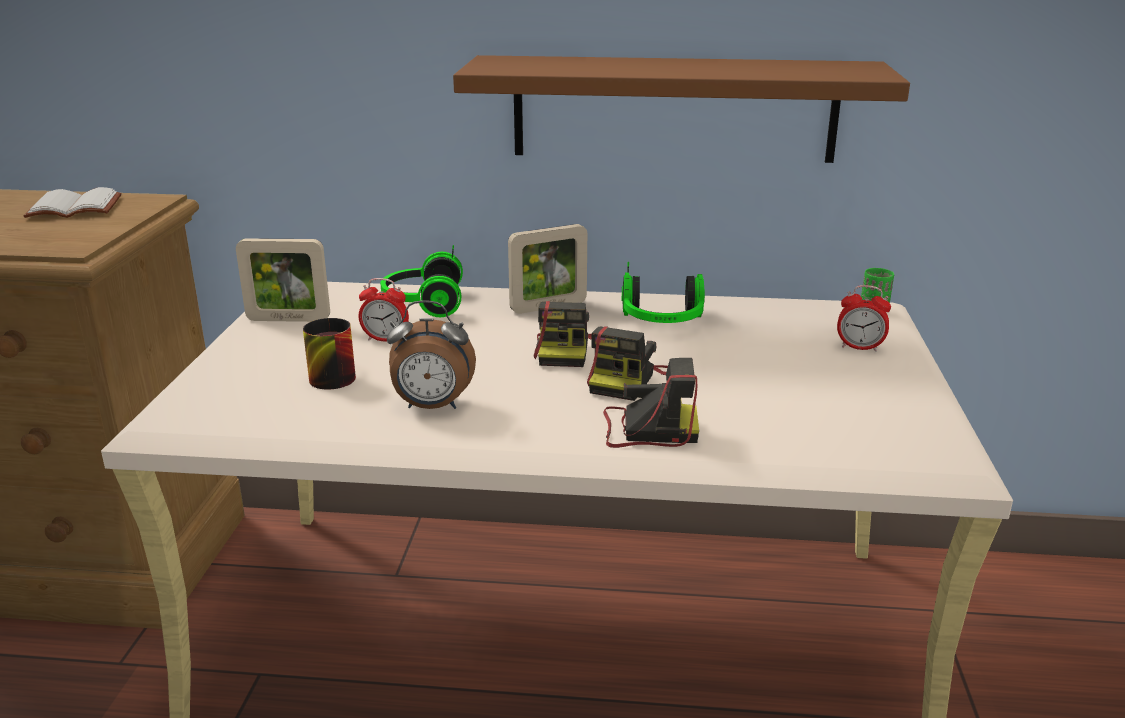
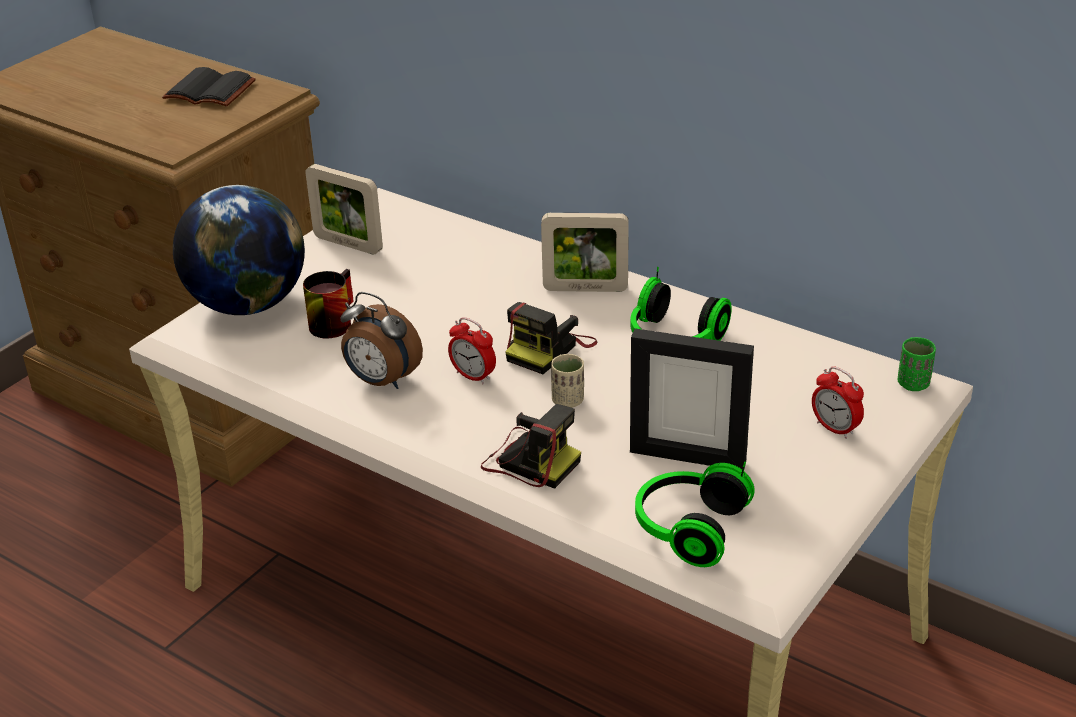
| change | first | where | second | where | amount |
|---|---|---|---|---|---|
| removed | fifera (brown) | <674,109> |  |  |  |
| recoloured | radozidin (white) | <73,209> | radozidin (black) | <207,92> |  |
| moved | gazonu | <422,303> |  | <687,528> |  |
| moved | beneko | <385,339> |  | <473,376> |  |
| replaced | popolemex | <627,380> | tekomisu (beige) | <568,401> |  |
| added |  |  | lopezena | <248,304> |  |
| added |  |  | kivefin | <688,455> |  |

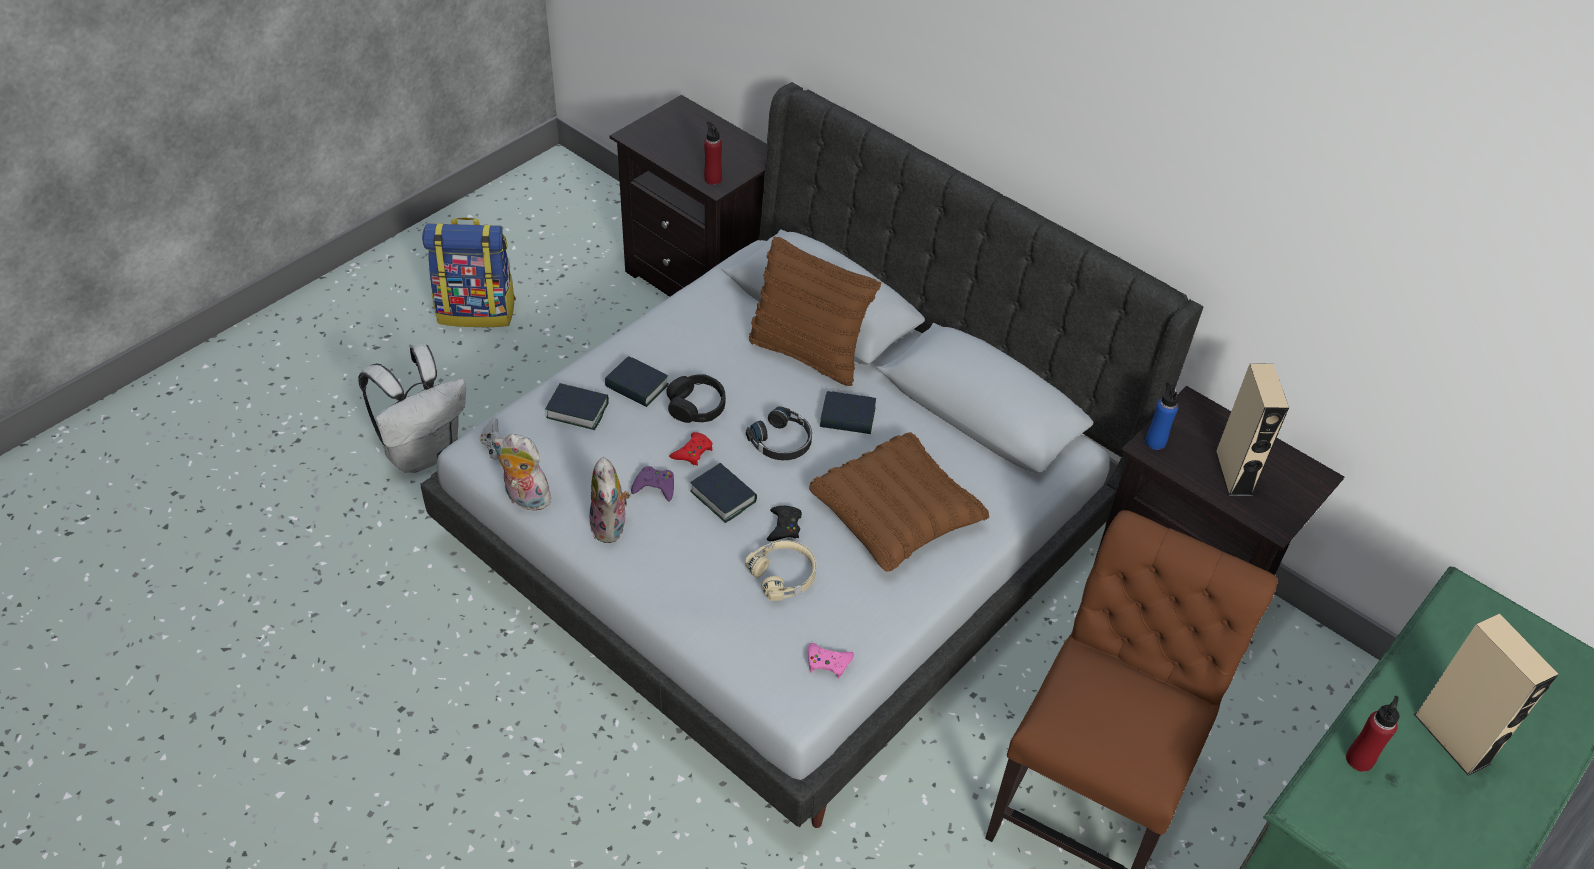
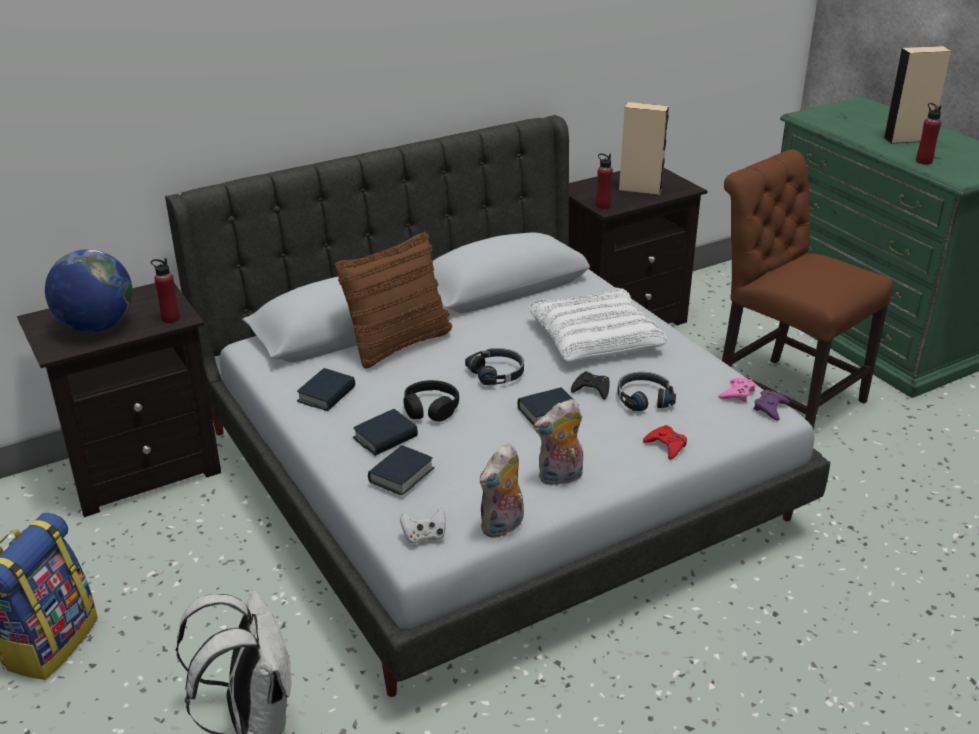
| change | first | where | second | where | amount |
|---|---|---|---|---|---|
| recoloured | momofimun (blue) | <1155,442> | momofimun (red) | <603,206> |  |
| moved | radozidin | <847,418> |  | <327,395> |  |
| moved | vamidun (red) | <692,452> |  | <666,445> |  |
| recoloured | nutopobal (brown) | <896,512> | nutopobal (white) | <595,338> |  |
| turned | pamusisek | <611,527> |  | <560,478> | 150 degrees clockwise |
| moved | vamidun (purple) | <655,486> |  | <770,408> |  |
| recoloured | gazonu (beige) | <783,574> | gazonu (black) | <643,398> |  |
| added |  |  | lopezena | <96,326> |  |

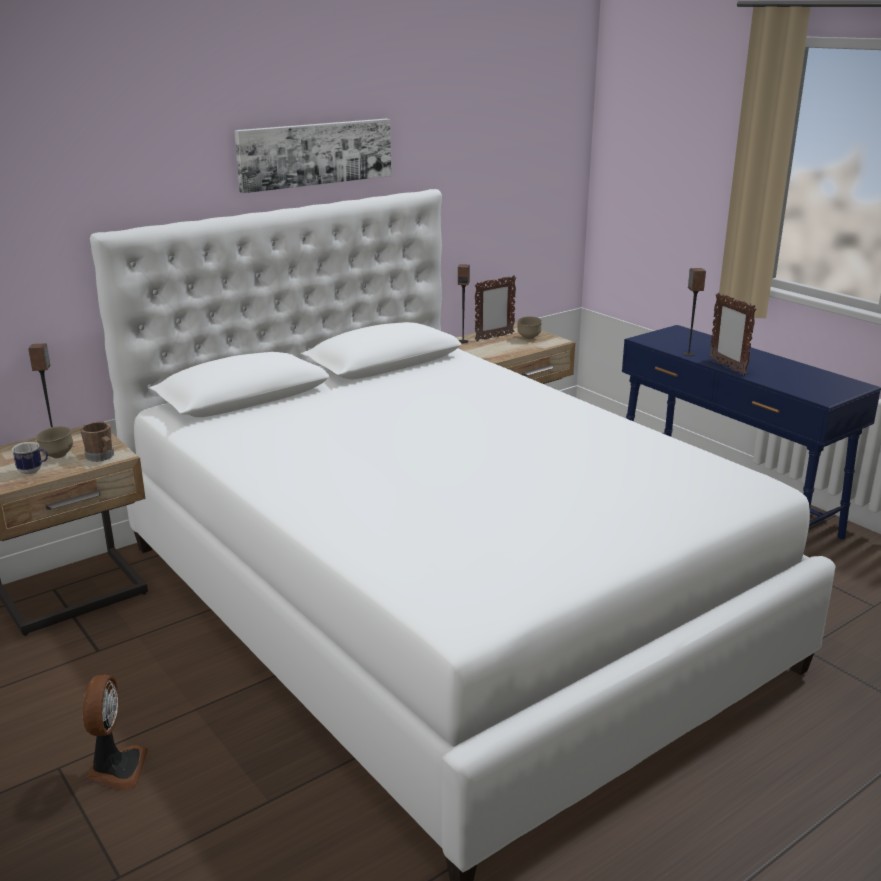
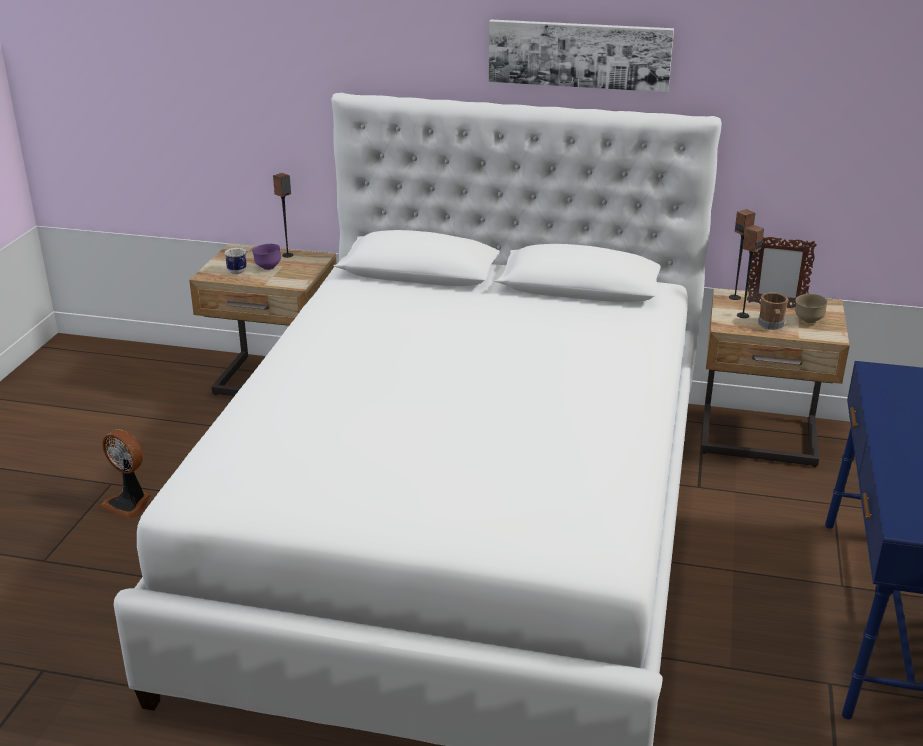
| change | first | where | second | where | amount |
|---|---|---|---|---|---|
| moved | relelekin | <688,354> |  | <742,315> |  |
| removed | kivefin | <727,367> |  |  |  |
| moved | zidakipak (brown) | <101,457> |  | <771,325> |  |
| recoloured | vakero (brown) | <57,456> | vakero (purple) | <268,268> |  |
| turned | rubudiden | <116,768> |  | <129,503> | 75 degrees clockwise |

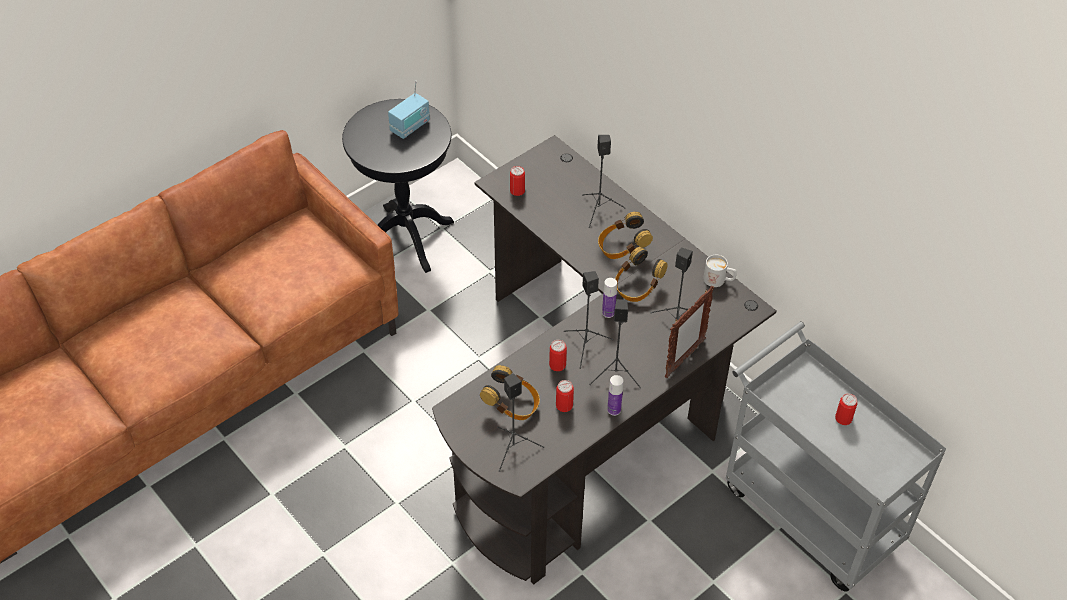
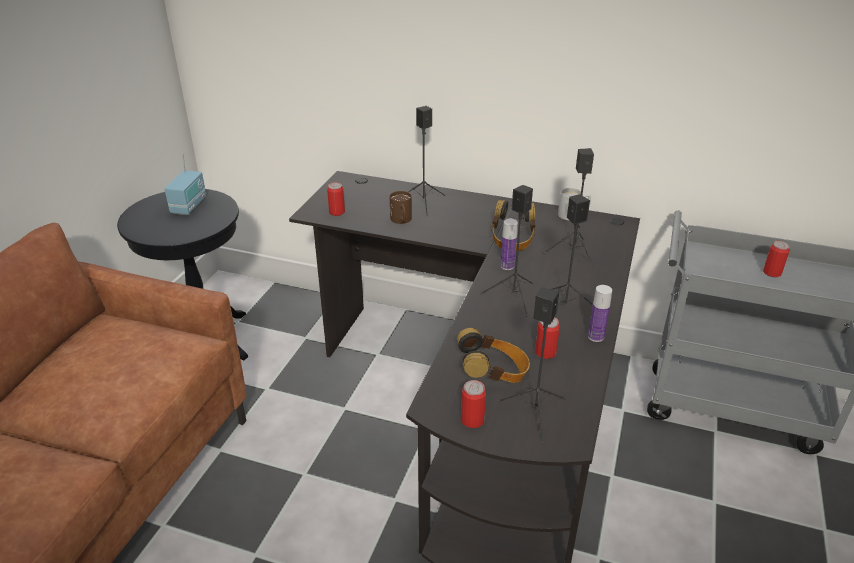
| change | first | where | second | where | amount |
|---|---|---|---|---|---|
| removed | gazonu | <622,248> |  |  |  |
| removed | kivefin | <684,359> |  |  |  |
| moved | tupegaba | <557,365> |  | <472,420> |  |
| added |  |  | zidakipak (brown) | <402,221> |  |

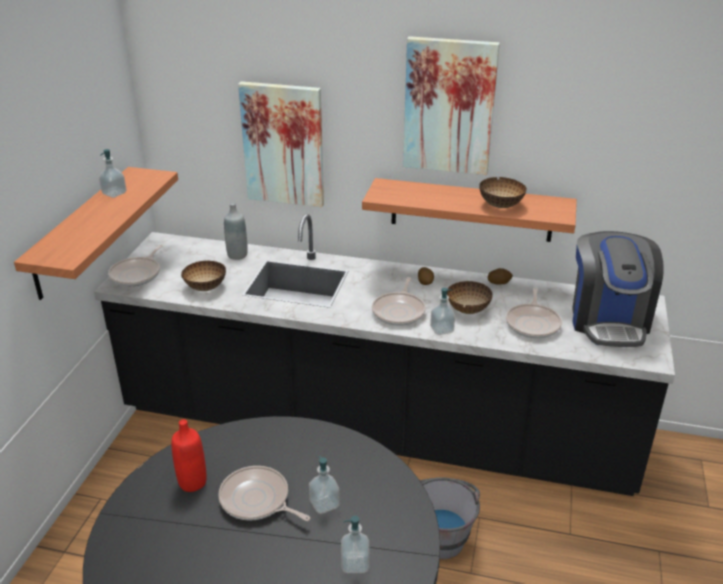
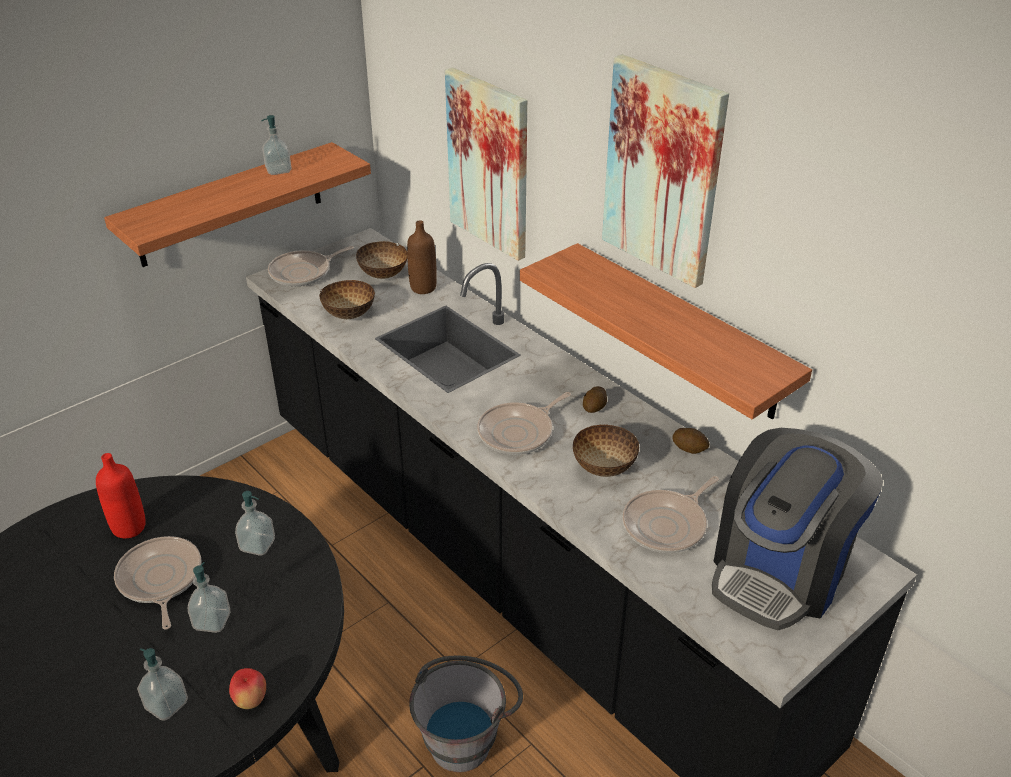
| change | first | where | second | where | amount |
|---|---|---|---|---|---|
| moved | vakero | <501,206> |  | <383,275> |  |
| recoloured | momofimun (grey) | <237,255> | momofimun (brown) | <423,288> |  |
| moved | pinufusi | <441,329> |  | <257,545> |  |
| added |  |  | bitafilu | <251,701> |  |

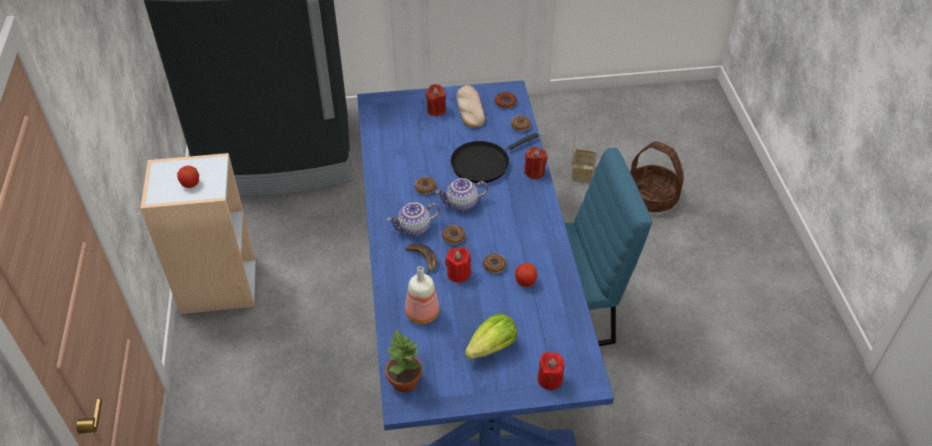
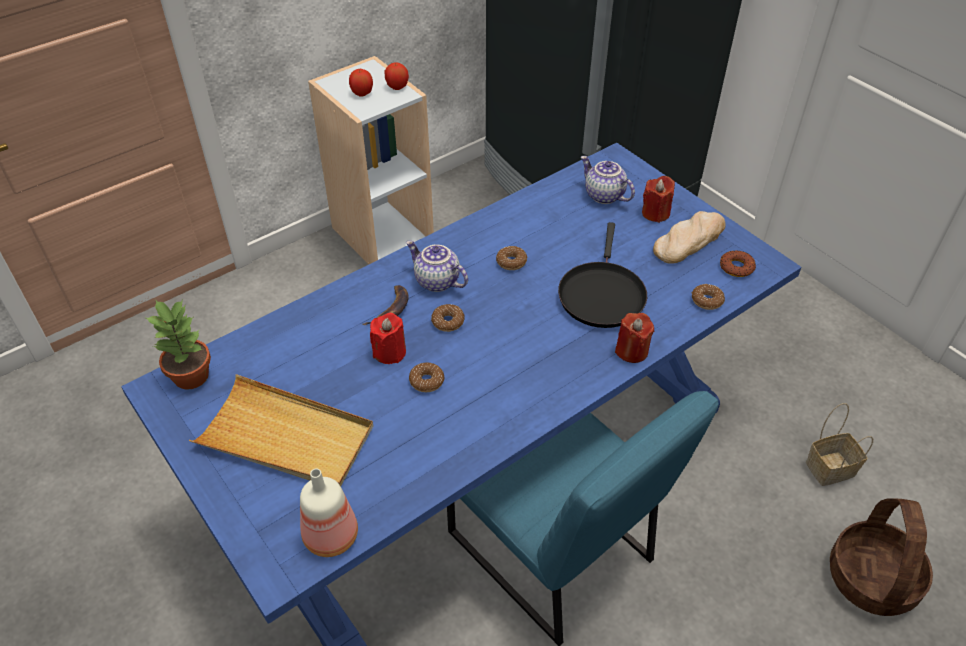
| change | first | where | second | where | amount |
|---|---|---|---|---|---|
| turned | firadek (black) | <483,163> |  | <601,294> | 105 degrees counterclockwise |
| moved | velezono | <461,204> |  | <603,196> |  |
| moved | bitafilu | <525,282> |  | <397,87> |  |
| moved | momofimun | <421,314> |  | <329,535> |  |
| replaced | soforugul | <492,347> | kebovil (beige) | <286,437> |  |
| removed | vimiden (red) | <549,379> |  |  |  |

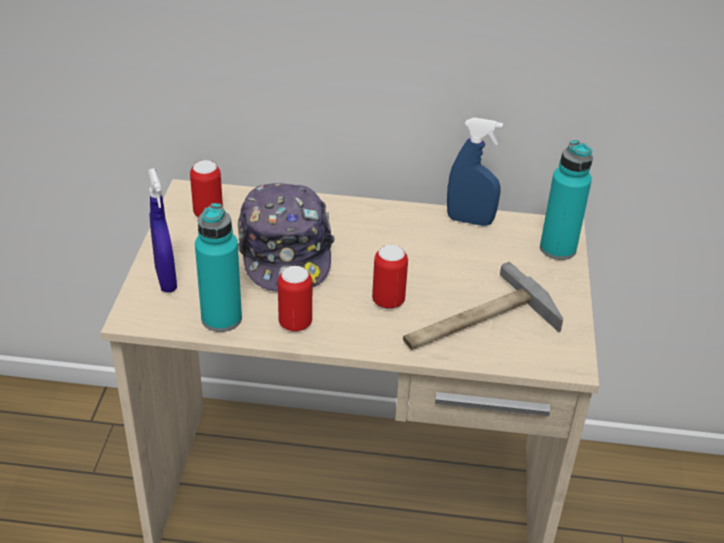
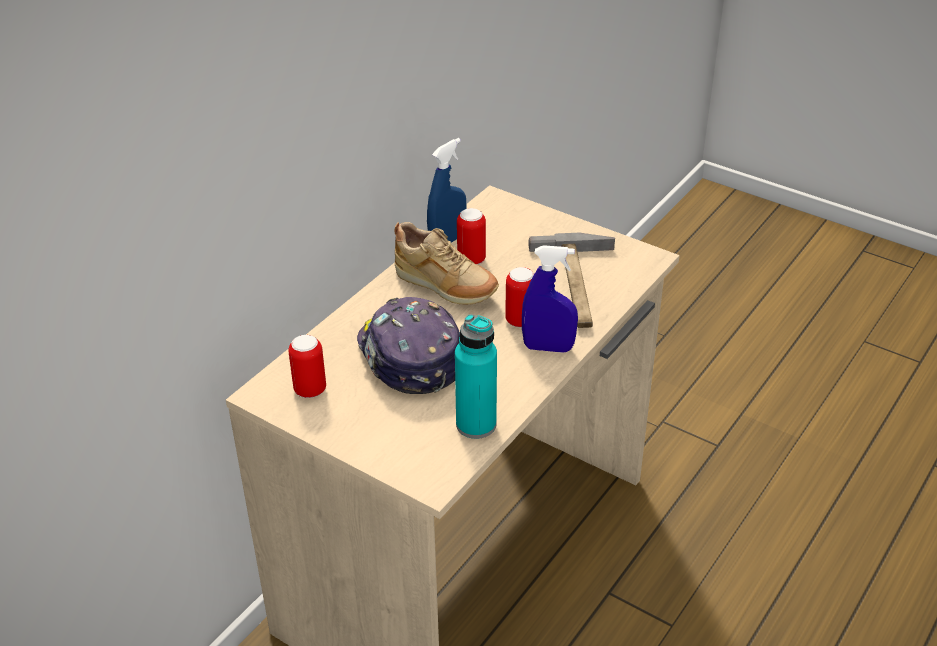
| change | first | where | second | where | amount |
|---|---|---|---|---|---|
| removed | momofimun (turquoise) | <557,249> |  |  |  |
| moved | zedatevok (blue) | <166,280> |  | <548,347> |  |
| turned | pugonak | <286,252> |  | <409,357> | 135 degrees counterclockwise |
| moved | tupegaba | <295,323> |  | <471,260> |  |
| added |  |  | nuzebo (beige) | <445,288> |  |

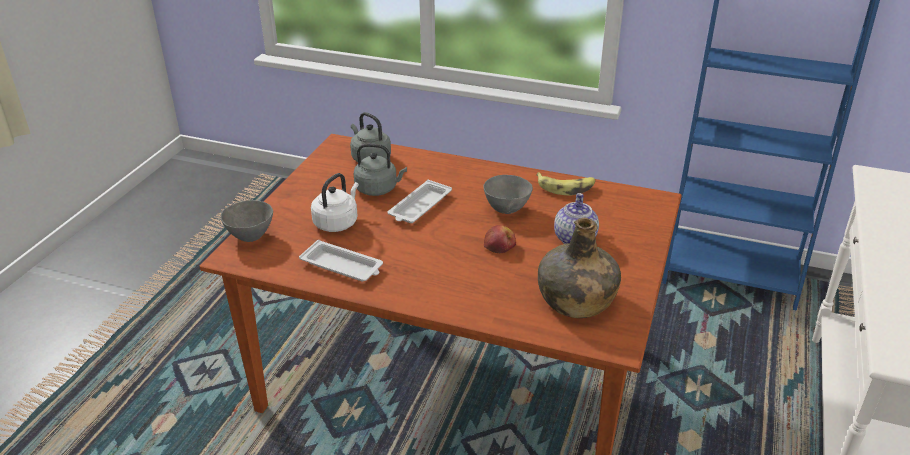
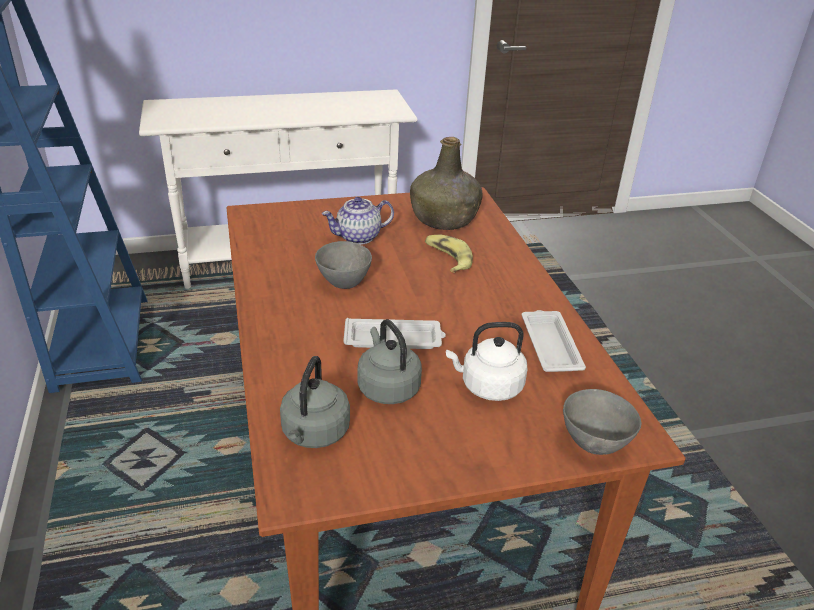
| change | first | where | second | where | amount |
|---|---|---|---|---|---|
| moved | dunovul | <566,187> |  | <447,258> |  |
| removed | bitafilu | <499,245> |  |  |  |

